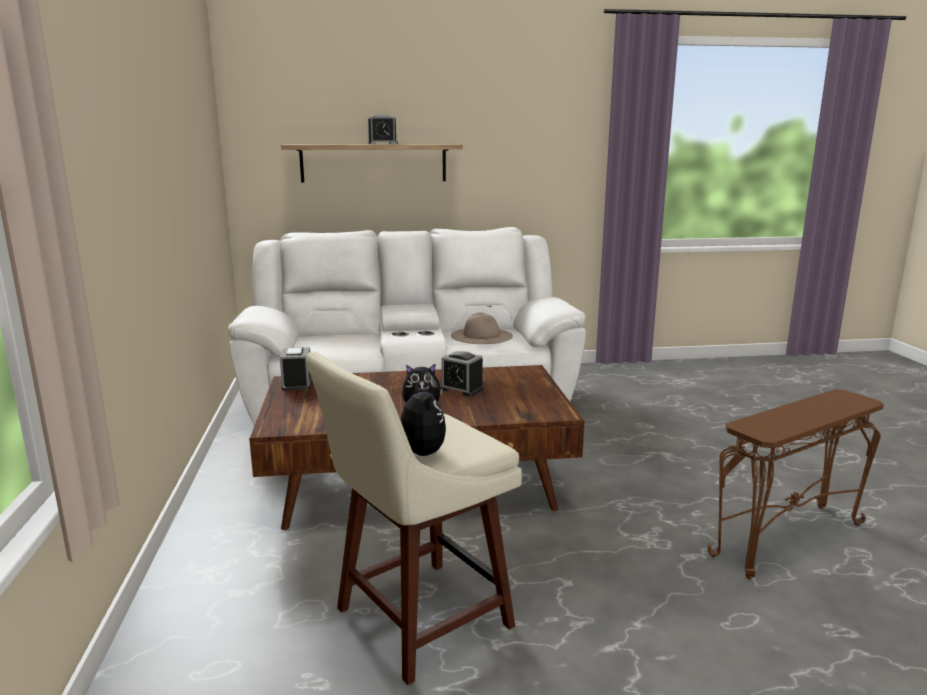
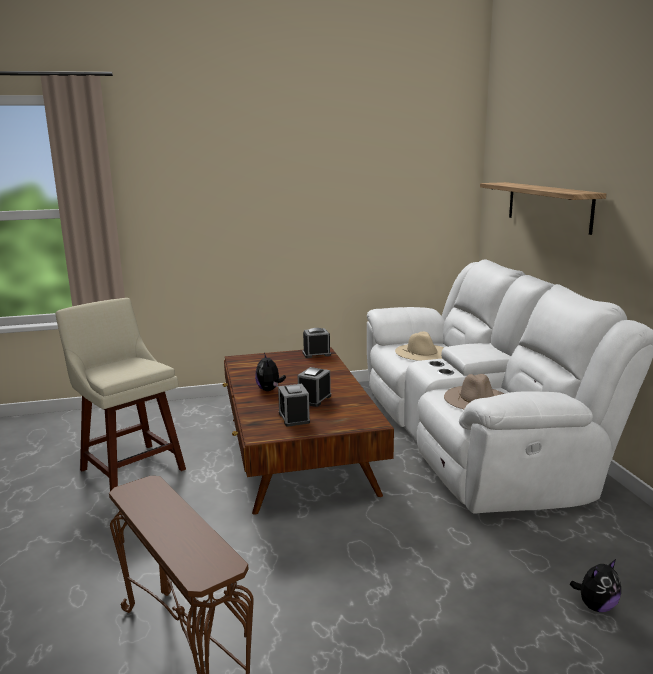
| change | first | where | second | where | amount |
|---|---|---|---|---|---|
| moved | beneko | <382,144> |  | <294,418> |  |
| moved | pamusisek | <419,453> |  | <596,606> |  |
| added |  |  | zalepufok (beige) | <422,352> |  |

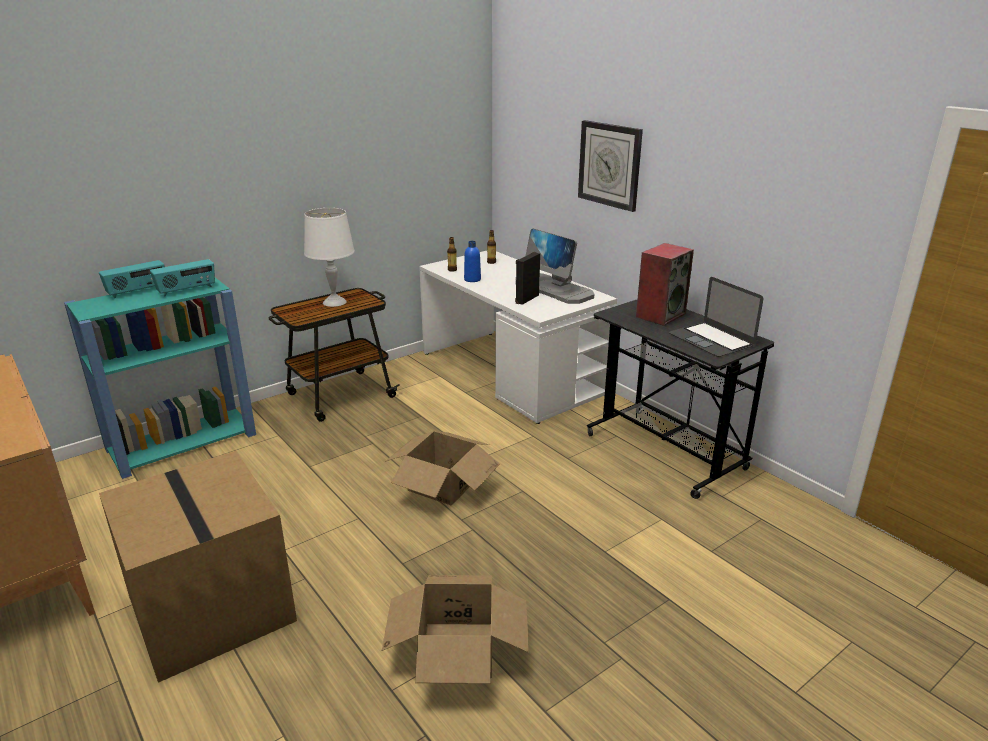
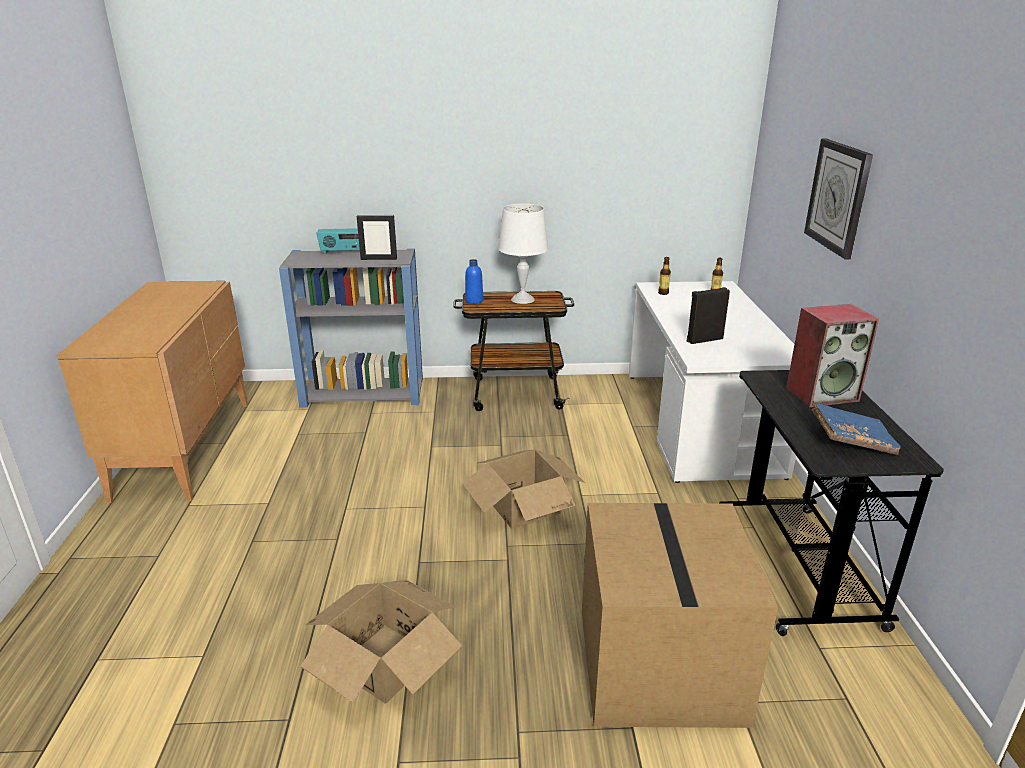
| change | first | where | second | where | amount |
|---|---|---|---|---|---|
| removed | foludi | <554,289> |  |  |  |
| moved | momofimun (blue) | <472,279> |  | <474,301> |  |
| replaced | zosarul | <187,290> | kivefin | <379,258> |  |
| replaced | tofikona | <711,339> | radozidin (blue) | <852,441> |  |
| recoloured | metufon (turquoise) | <183,441> | metufon (grey) | <364,393> |  |
| moved | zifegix | <214,609> |  | <662,666> |  |

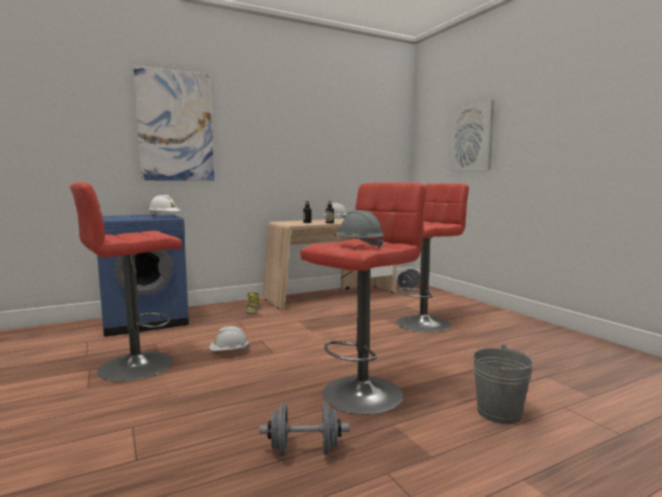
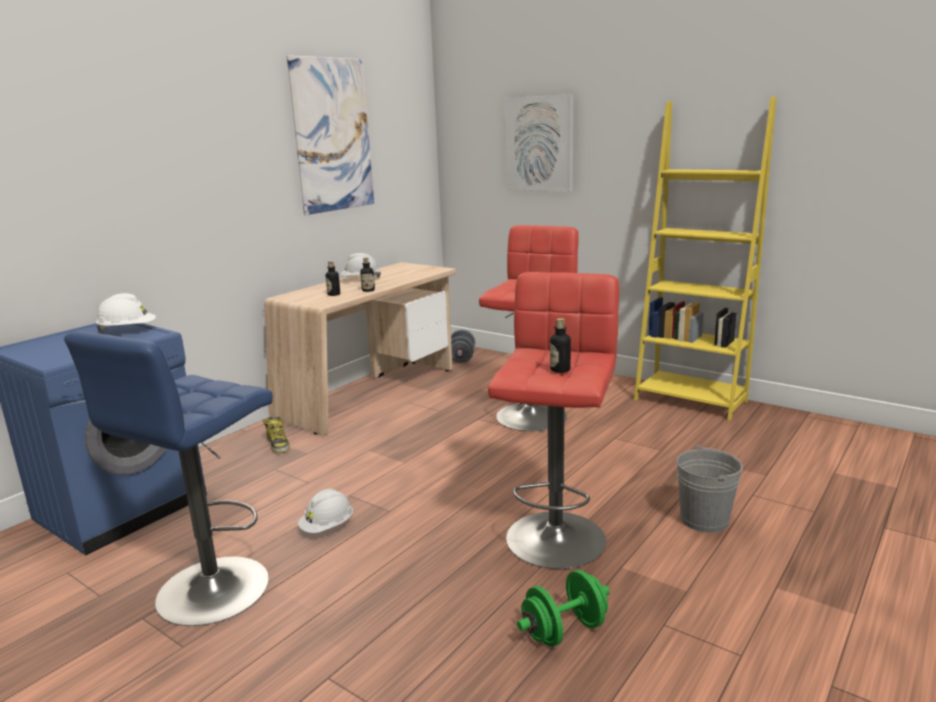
| change | first | where | second | where | amount |
|---|---|---|---|---|---|
| moved | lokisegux | <175,126> |  | <333,135> |  |
| recoloured | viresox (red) | <135,366> | viresox (blue) | <211,590> |  |
| replaced | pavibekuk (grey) | <358,246> | momofimun | <560,369> |  |
| recoloured | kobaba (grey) | <304,450> | kobaba (green) | <564,630> |  |
| added |  |  | metufon (yellow) | <690,400> |  |

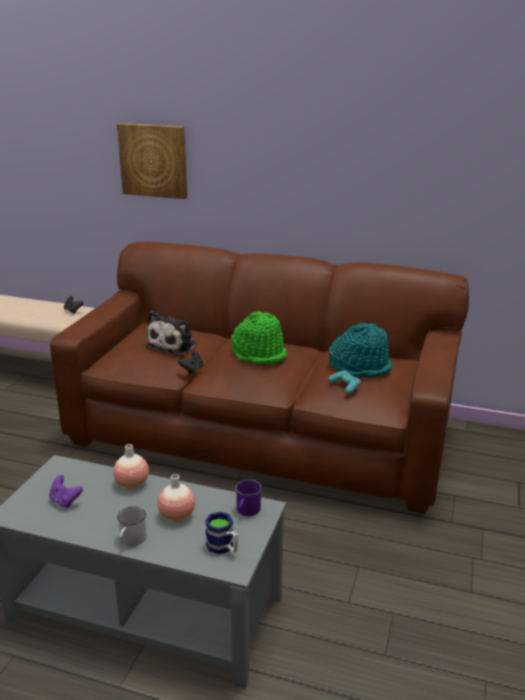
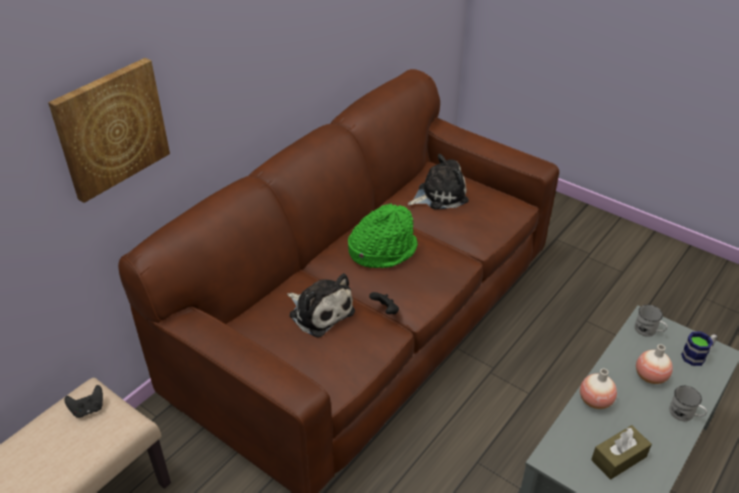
| change | first | where | second | where | amount |
|---|---|---|---|---|---|
| replaced | zalepufok (turquoise) | <360,367> | pamusisek | <439,195> |  |
| removed | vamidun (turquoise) | <345,386> |  |  |  |
| replaced | vamidun (purple) | <65,501> | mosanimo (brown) | <618,458> |  |
| recoloured | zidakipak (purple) | <247,511> | zidakipak (white) | <648,330> |  |

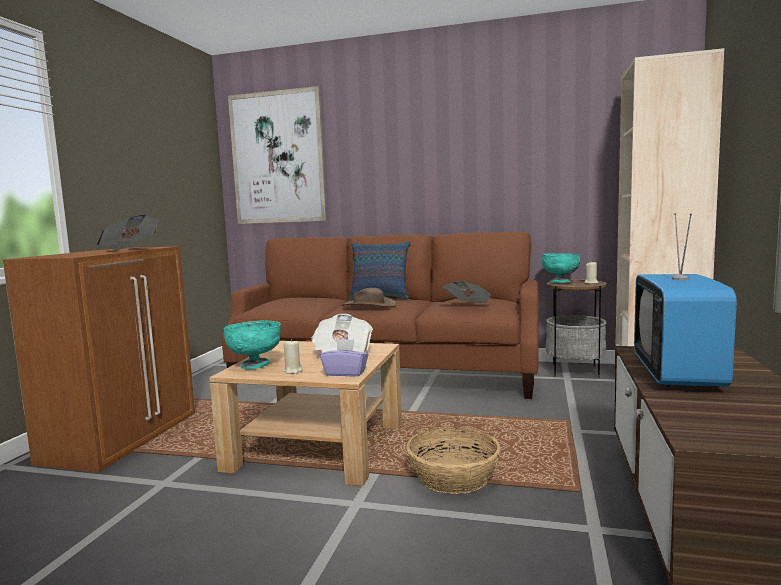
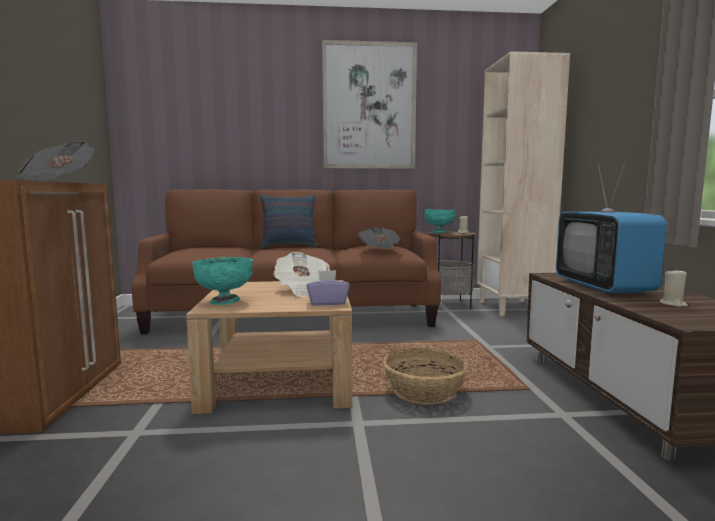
| change | first | where | second | where | amount |
|---|---|---|---|---|---|
| moved | lokisegux | <278,158> |  | <369,106> |  |
| removed | zalepufok (brown) | <369,305> |  |  |  |
| moved | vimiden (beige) | <293,371> |  | <673,304> |  |

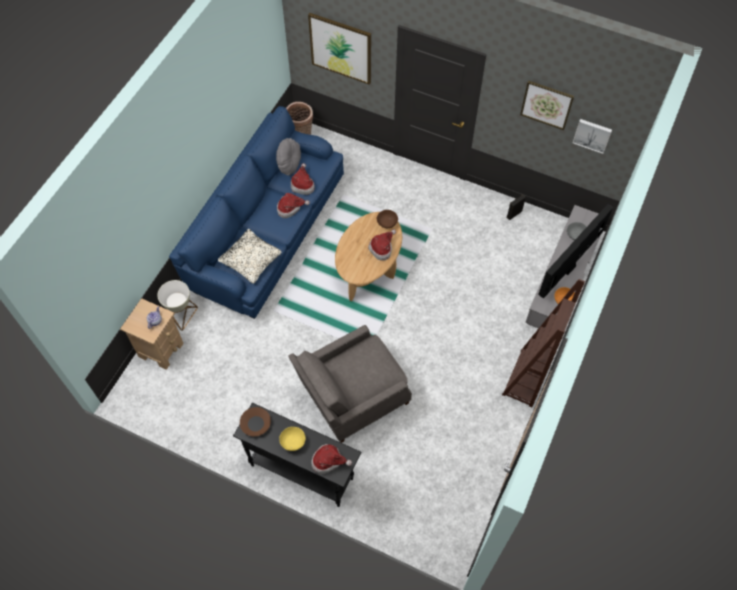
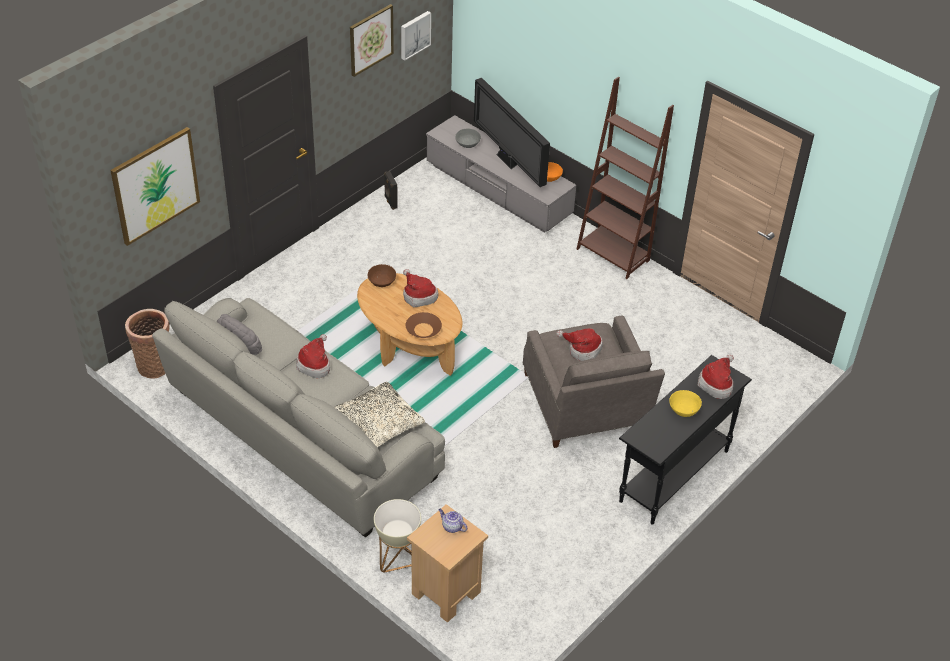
| change | first | where | second | where | amount |
|---|---|---|---|---|---|
| recoloured | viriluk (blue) | <266,233> | viriluk (grey) | <301,436> |  |
| moved | zalepufok | <302,185> |  | <582,349> |  |
| moved | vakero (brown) | <255,423> |  | <423,329> |  |

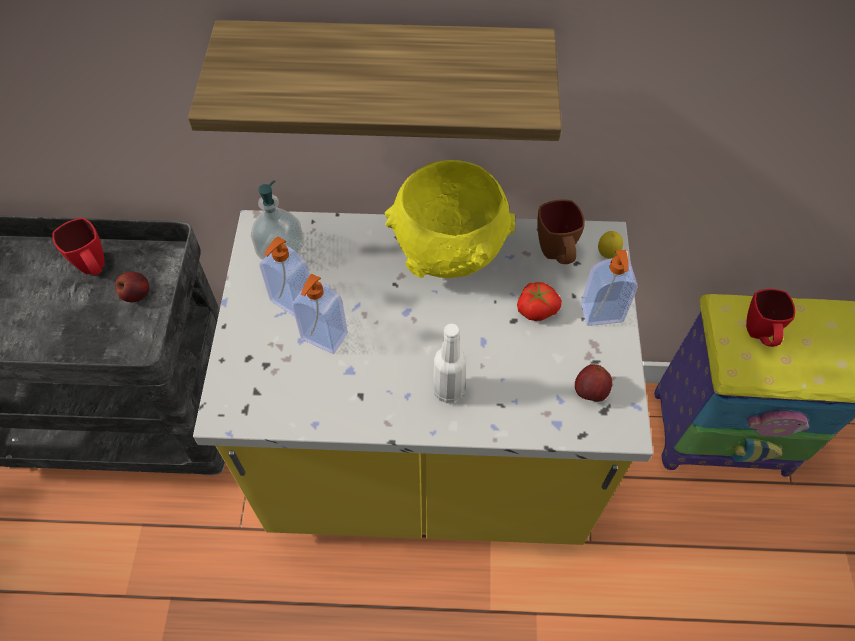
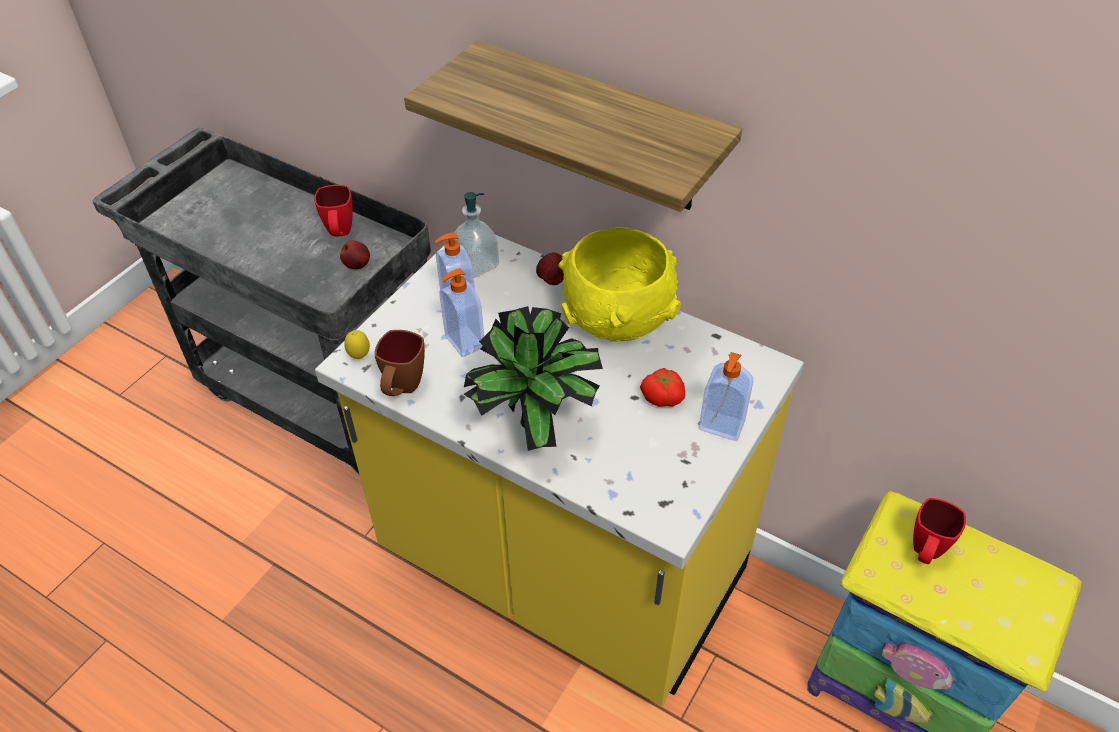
| change | first | where | second | where | amount |
|---|---|---|---|---|---|
| moved | zidakipak (brown) | <556,255> |  | <402,389> |  |
| moved | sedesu | <607,255> |  | <359,356> |  |
| replaced | momofimun (white) | <448,390> | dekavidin | <537,426> |  |
| moved | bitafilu | <590,392> |  | <552,280> |  |

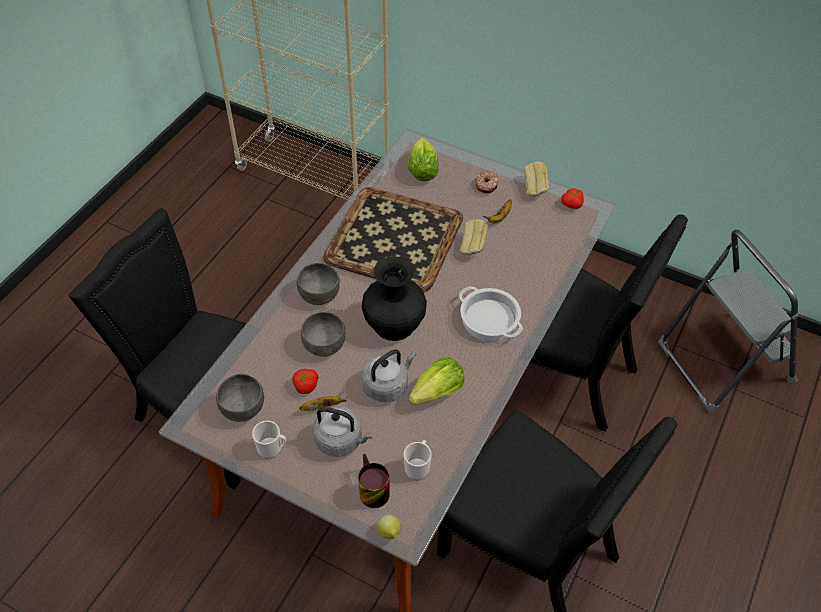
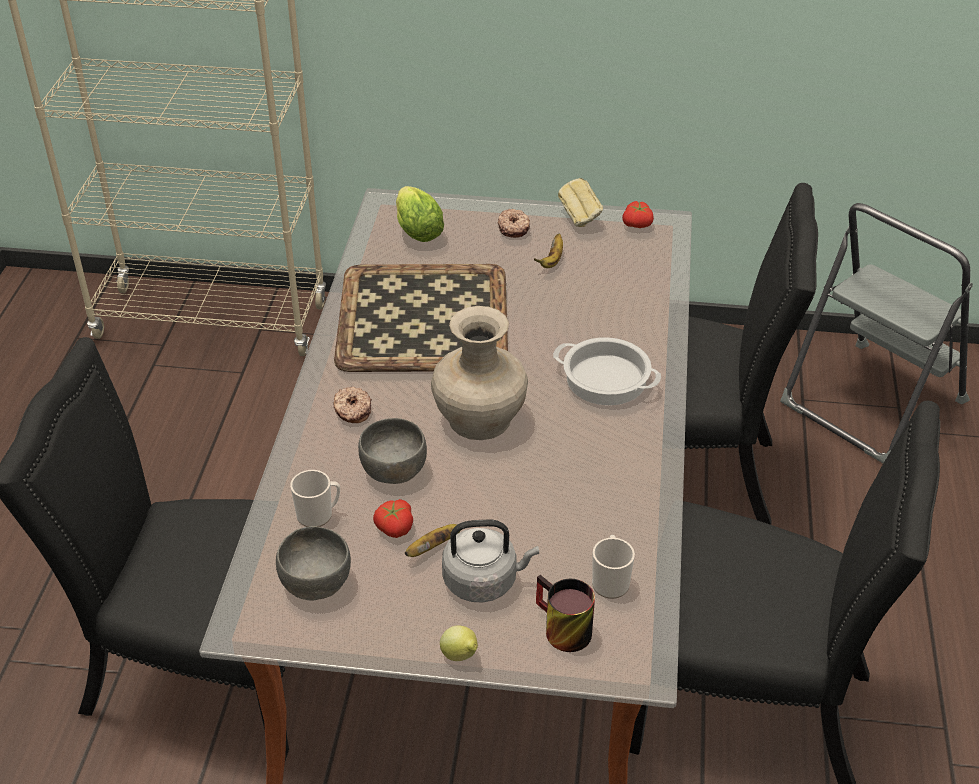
| change | first | where | second | where | amount |
|---|---|---|---|---|---|
| removed | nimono | <473,247> |  |  |  |
| recoloured | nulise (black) | <393,324> | nulise (beige) | <478,419> |  |
| replaced | vakero (grey) | <319,294> | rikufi | <352,410> |  |
| removed | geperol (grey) | <387,385> |  |  |  |
| removed | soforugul | <434,394> |  |  |  |
| moved | zidakipak | <272,448> |  | <318,514> |  |
| moved | sedesu | <389,533> |  | <460,656> |  |

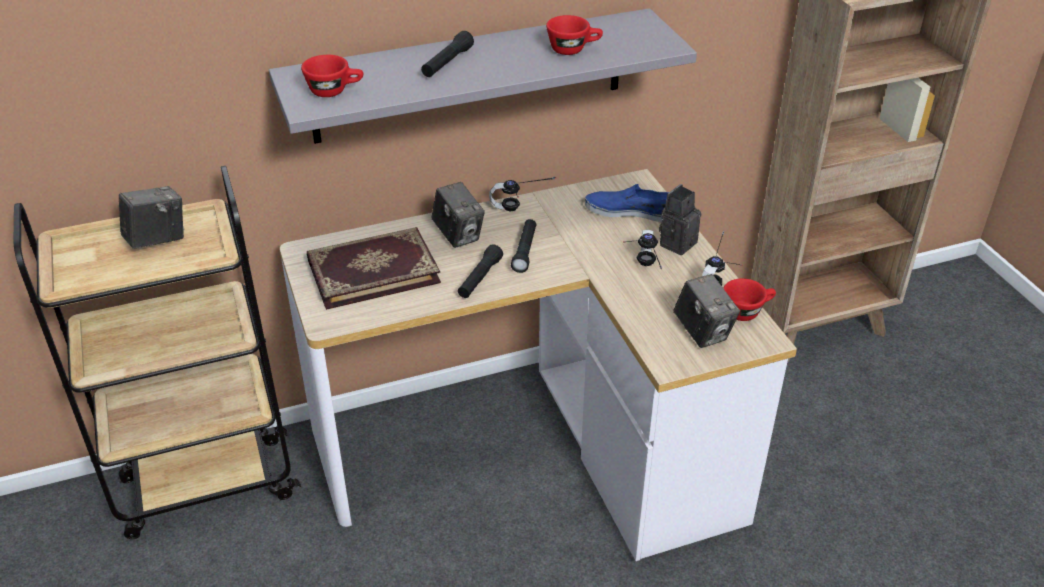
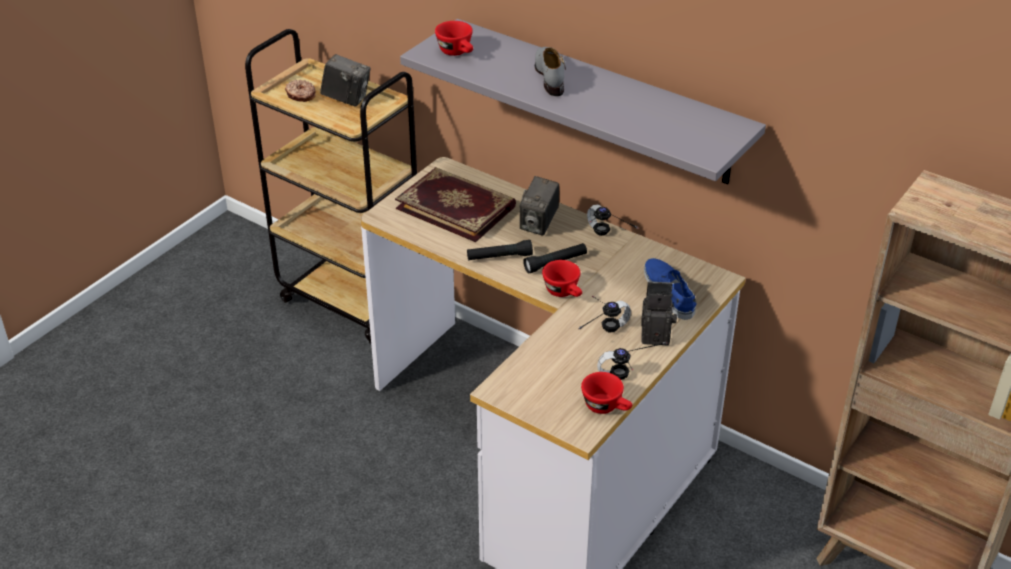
| change | first | where | second | where | amount |
|---|---|---|---|---|---|
| moved | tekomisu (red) | <573,49> |  | <564,293> |  |
| replaced | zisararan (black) | <447,63> | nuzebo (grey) | <550,76> |  |
| removed | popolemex | <703,332> |  |  |  |
| added |  |  | rikufi | <301,95> |  |

